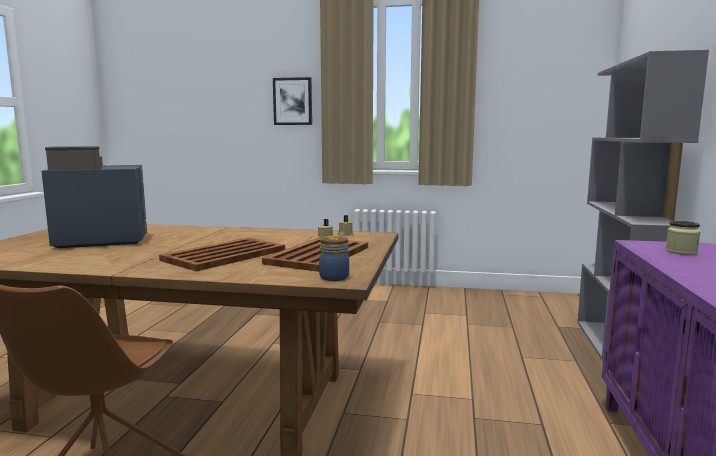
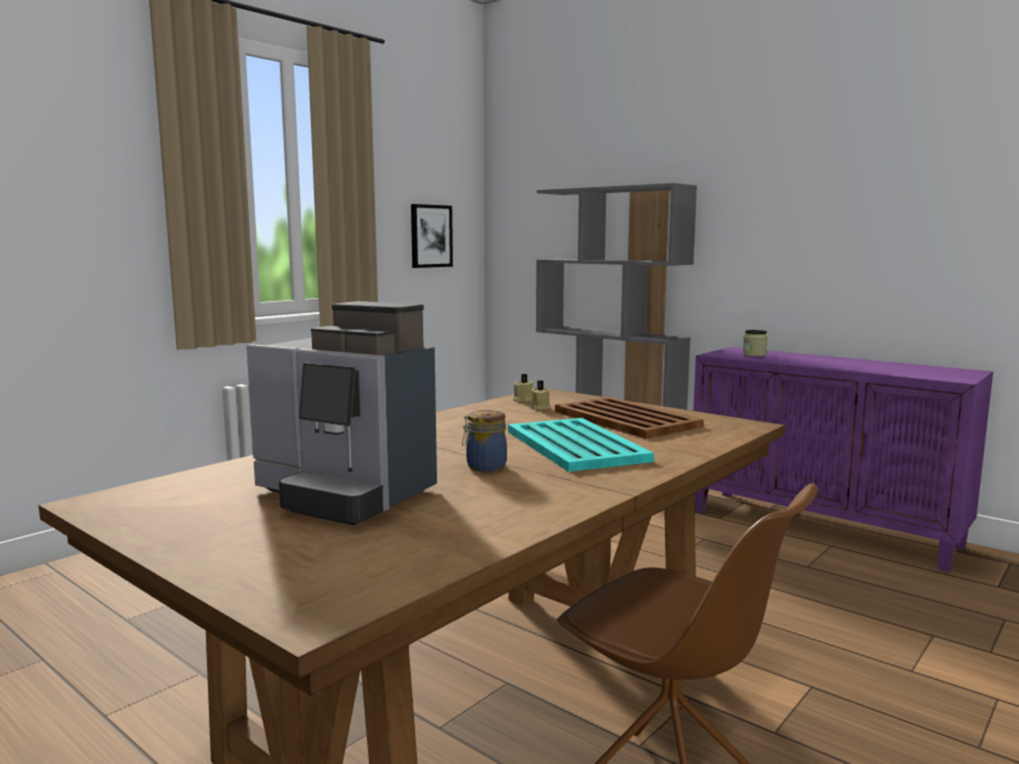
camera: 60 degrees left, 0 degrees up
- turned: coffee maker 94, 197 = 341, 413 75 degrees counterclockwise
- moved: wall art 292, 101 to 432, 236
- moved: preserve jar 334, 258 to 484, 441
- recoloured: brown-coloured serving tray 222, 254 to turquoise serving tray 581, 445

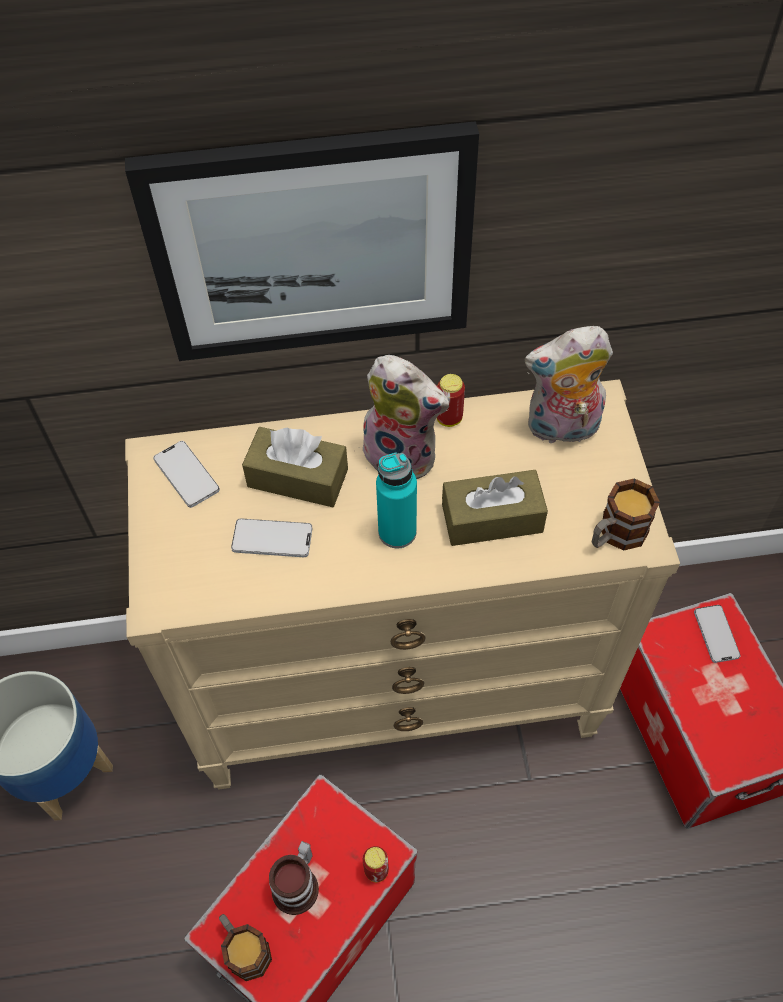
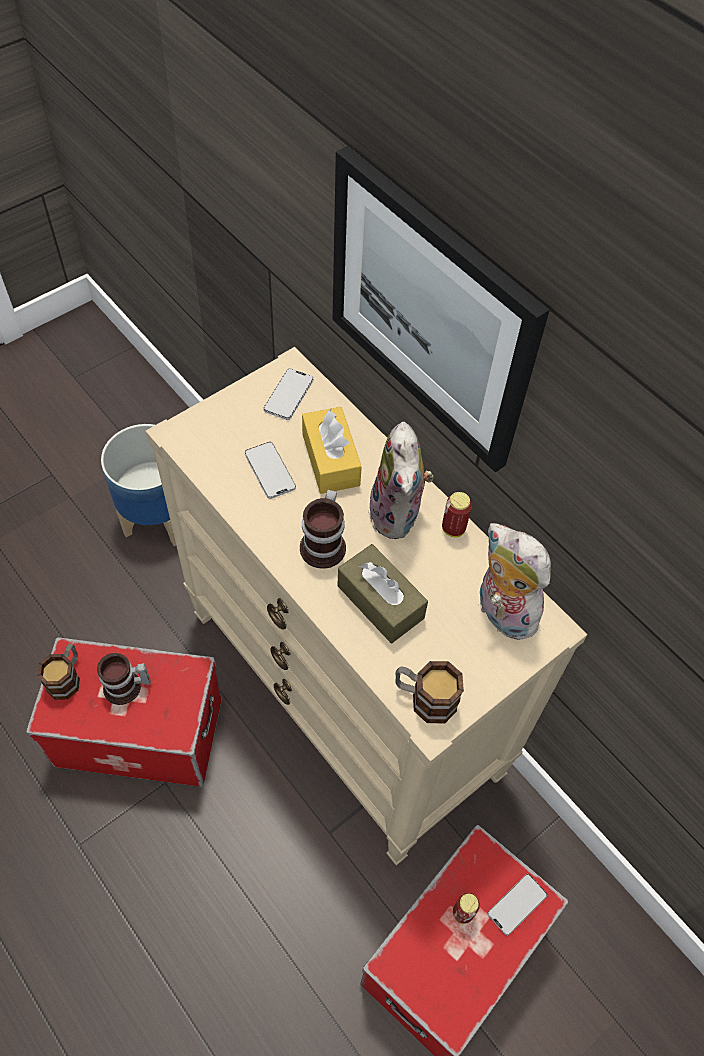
camera: 55 degrees right, 0 degrees up
- replaced: turquoise drink bottle 396, 500 to tea mug 323, 529
- recoloured: brown-coloured box of tissues 295, 467 to yellow-coloured box of tissues 332, 450
- moved: can 376, 864 to 466, 908

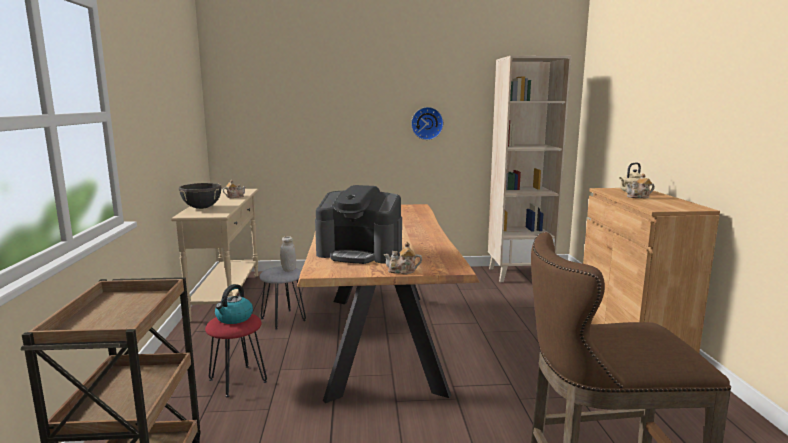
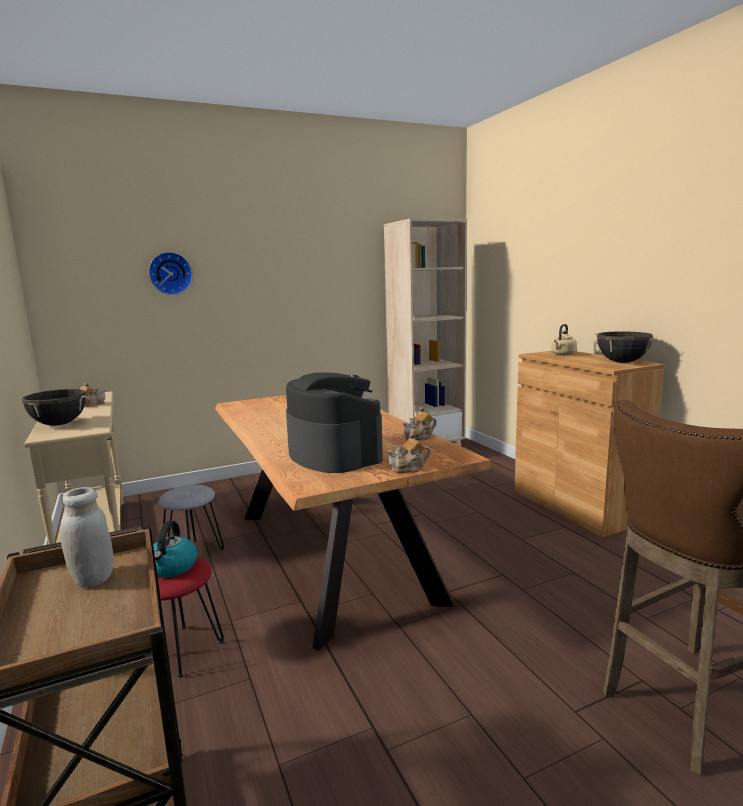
camera: 20 degrees left, 0 degrees up
- moved: white preserve jar 288, 254 to 87, 537
- moved: clock on the wall 427, 123 to 170, 273
- turned: coffee maker 358, 224 = 334, 422 120 degrees counterclockwise
- moved: pot for tea 640, 186 to 419, 423
- added: black-coloured stockpot 626, 347

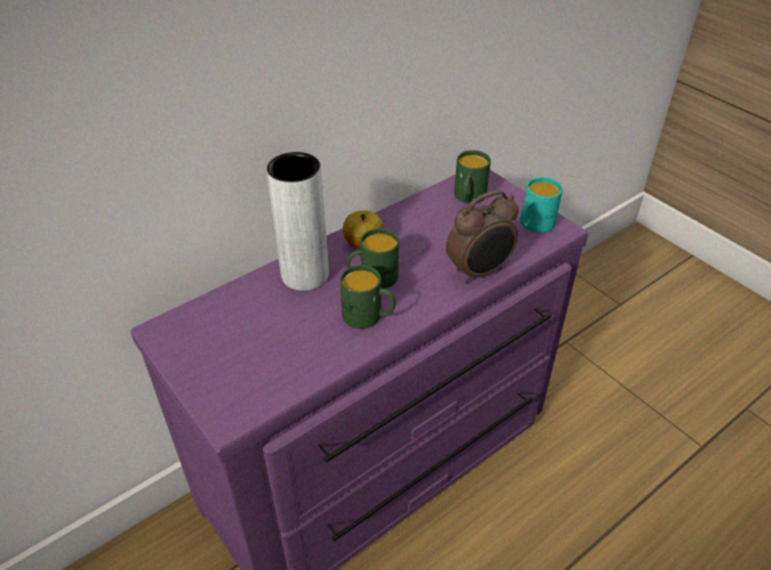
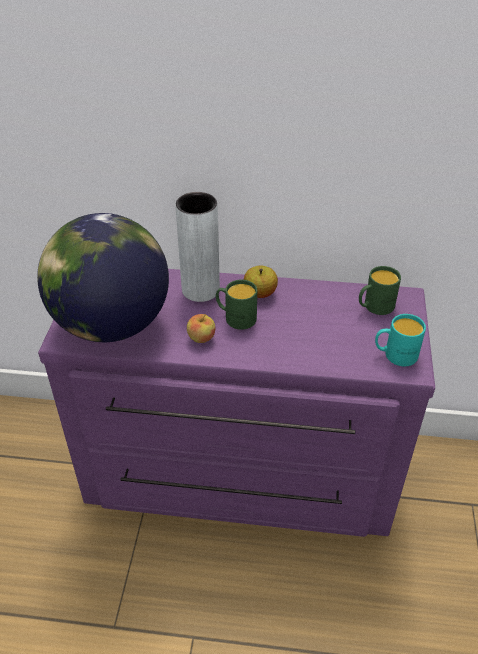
camera: 45 degrees right, 0 degrees up
- added: globe 103, 277
- replaced: green tea mug 368, 297 to whole apple 201, 328
- removed: table clock 482, 237

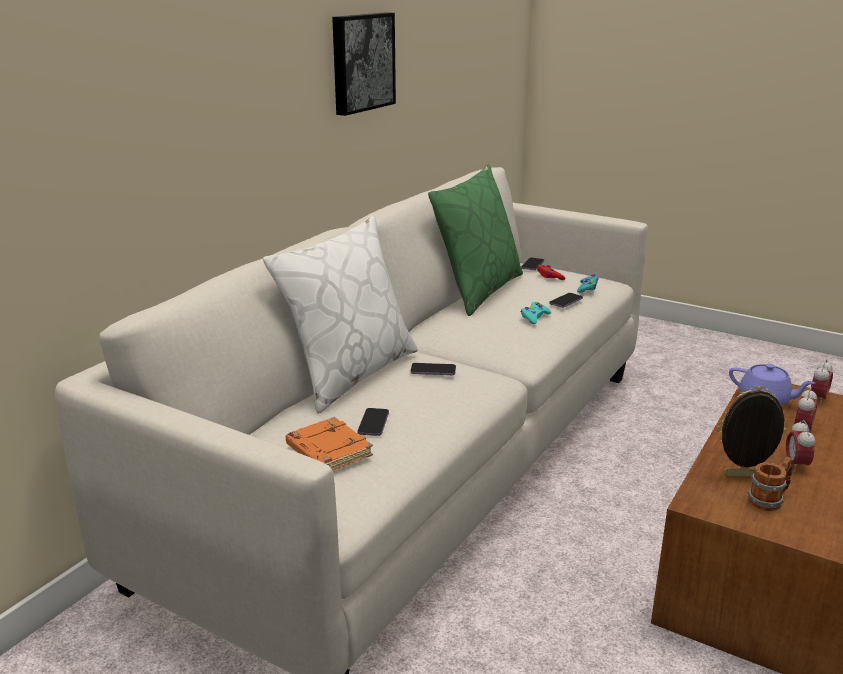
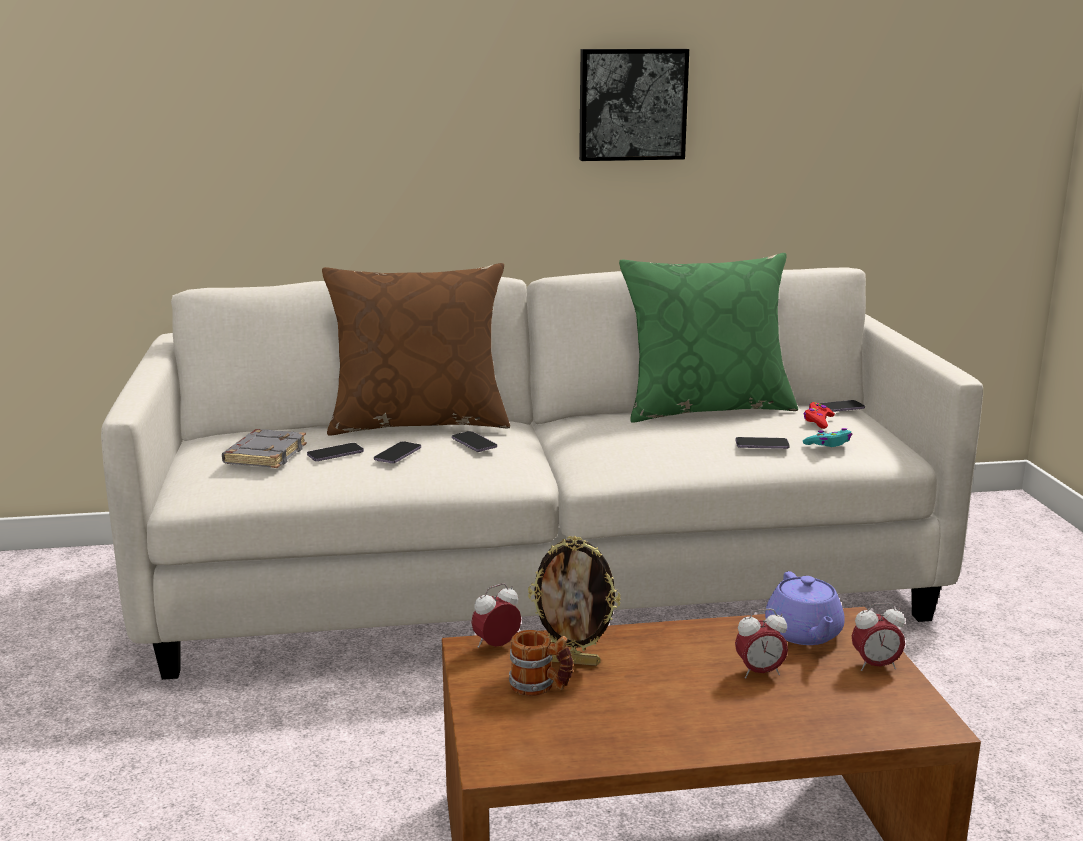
camera: 50 degrees right, 5 degrees down
- recoloured: orange-coloured bound book 329, 444 to greyish bound book 264, 448
- recoloured: white throw pillow 340, 314 to brown-coloured throw pillow 416, 349
- added: telephone 397, 452
- moved: table clock 800, 446 to 496, 615
- turned: standing frame 752, 431 = 574, 601 135 degrees clockwise
- removed: turquoise joypad 536, 313

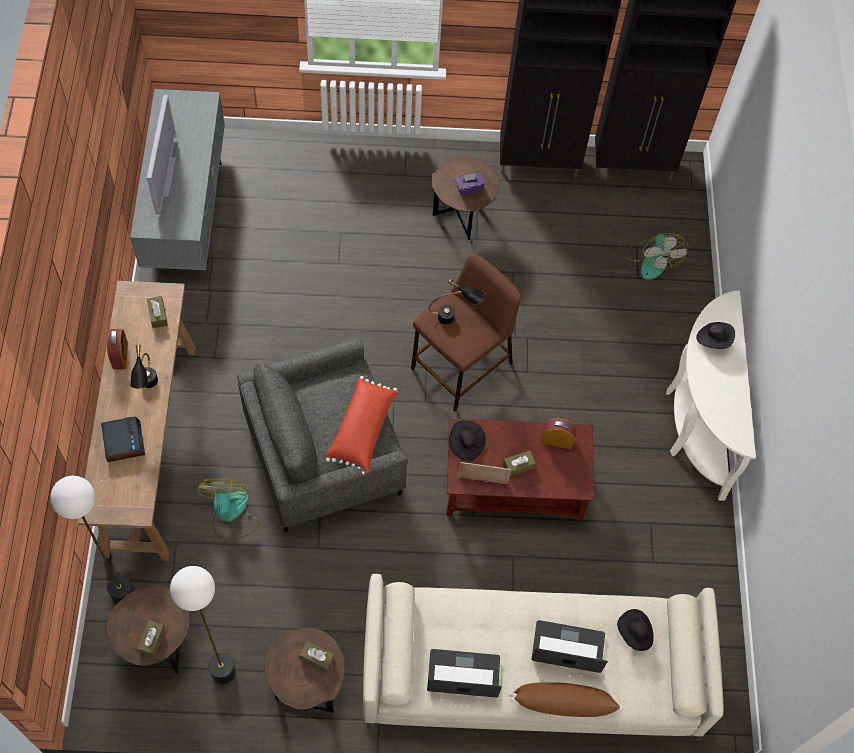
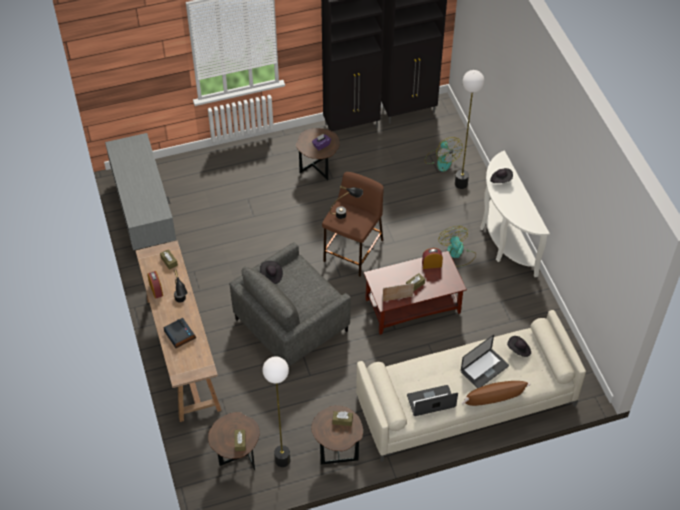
camera: 15 degrees left, 10 degrees down
- moved: black-coloured wearable hat 467, 440 to 271, 272
- moved: electric fan 228, 509 to 457, 246
- moved: standing lamp 92, 540 to 470, 129
- turned: portable computer 569, 646 = 485, 361 150 degrees clockwise
- removed: TV set 161, 155
- removed: red-coloured throw pillow 362, 425

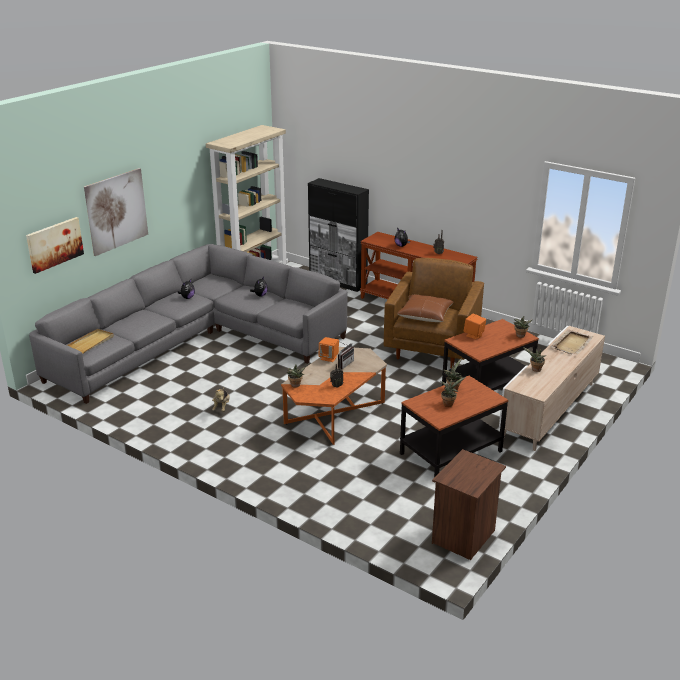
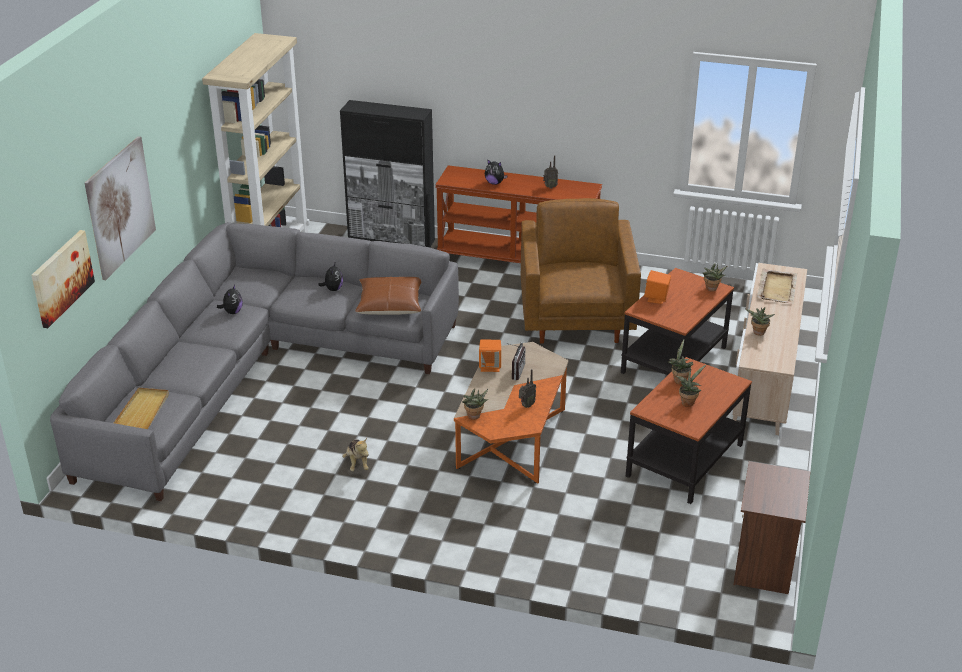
camera: 20 degrees left, 5 degrees up
- moved: brown-coloured throw pillow 425, 308 to 388, 296

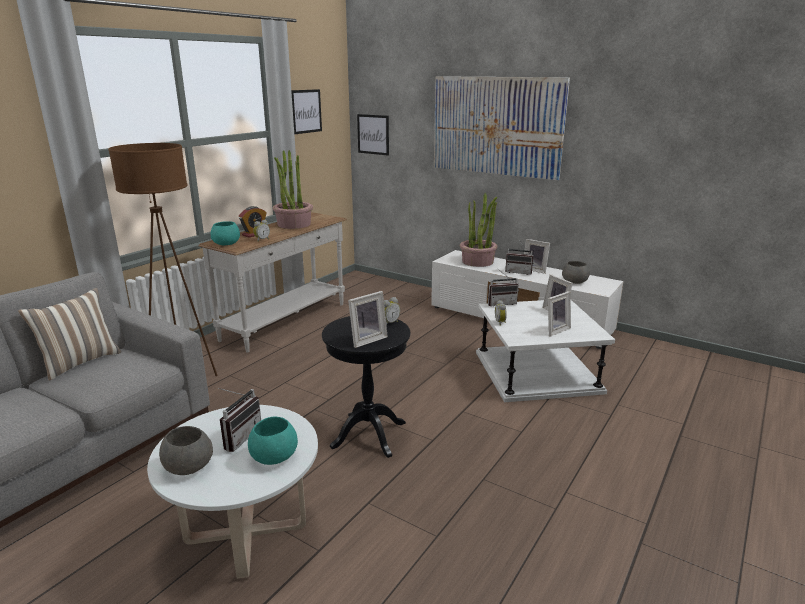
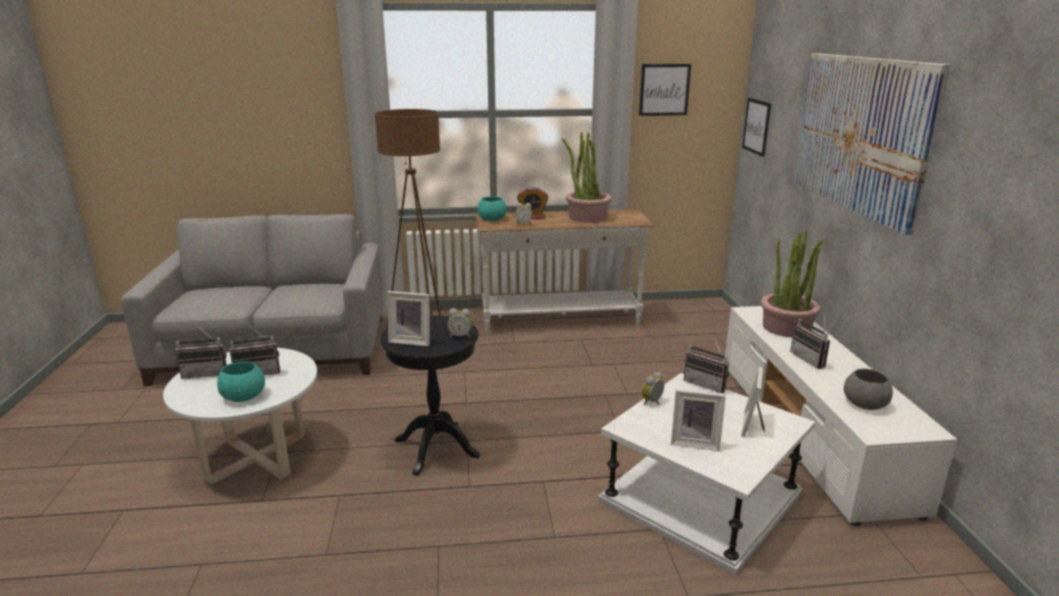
camera: 50 degrees right, 0 degrees up
- replaced: greyish deep dish 186, 450 to radio 201, 351
- removed: throw pillow 69, 334
- removed: standing frame 537, 256

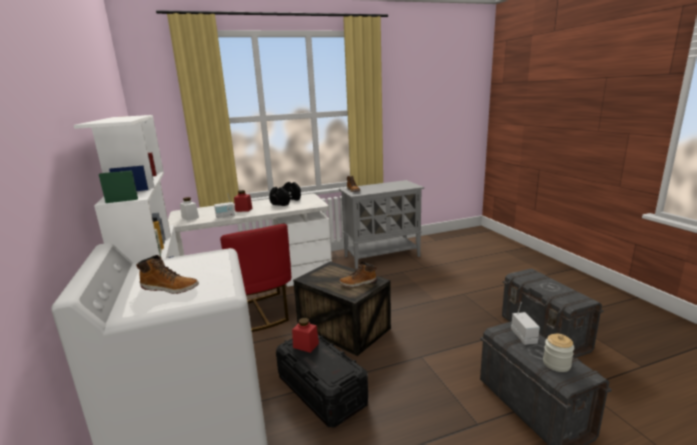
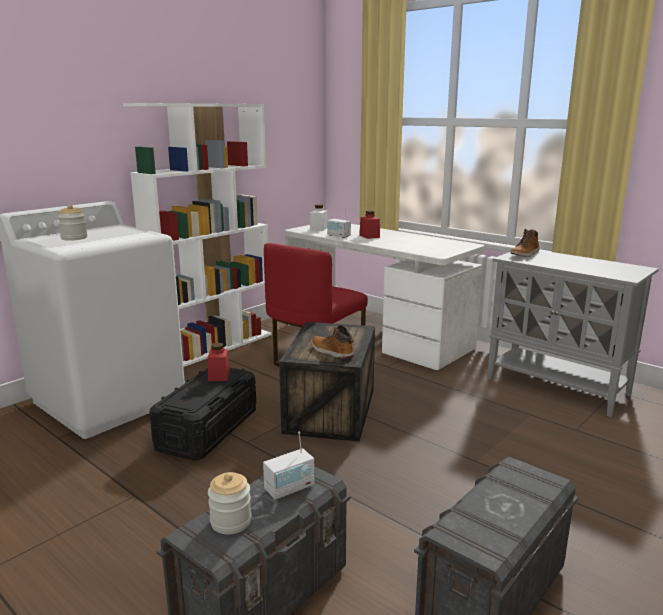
camera: 60 degrees right, 0 degrees up
- replaced: boot 167, 274 to preserve jar 72, 222
- removed: black-coloured dumbbell 285, 194

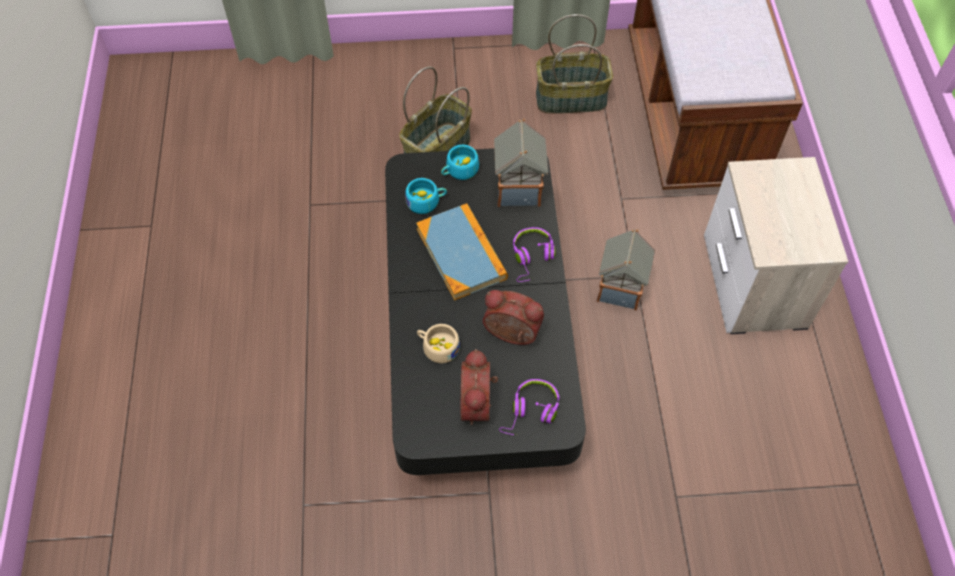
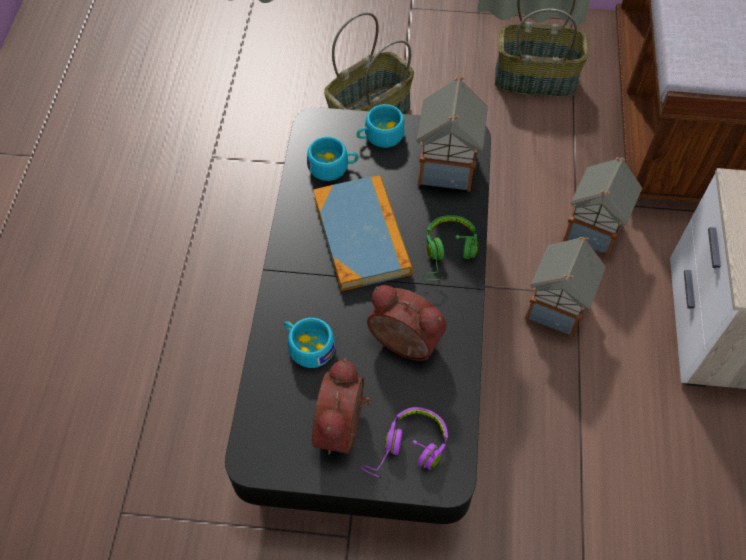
camera: 10 degrees right, 0 degrees up
- recoloured: beige drinking cup 438, 343 to turquoise drinking cup 309, 343
- recoloured: purplish pair of headphones 534, 254 to green pair of headphones 450, 247
- added: miniature house 602, 207

